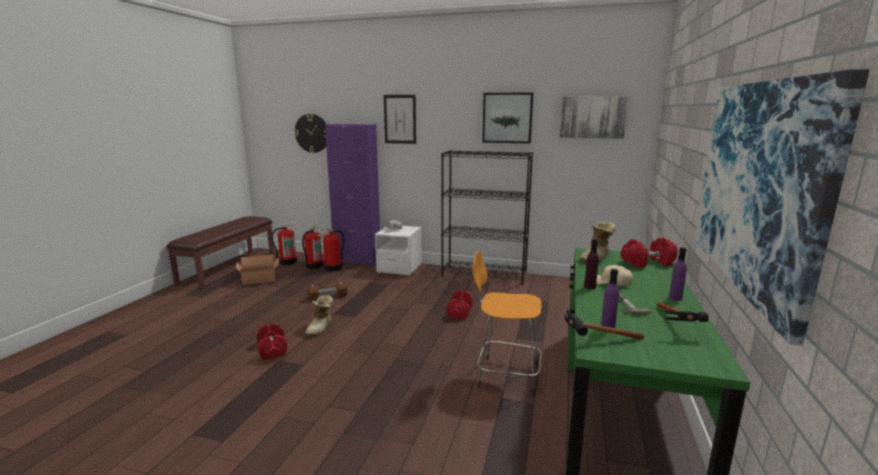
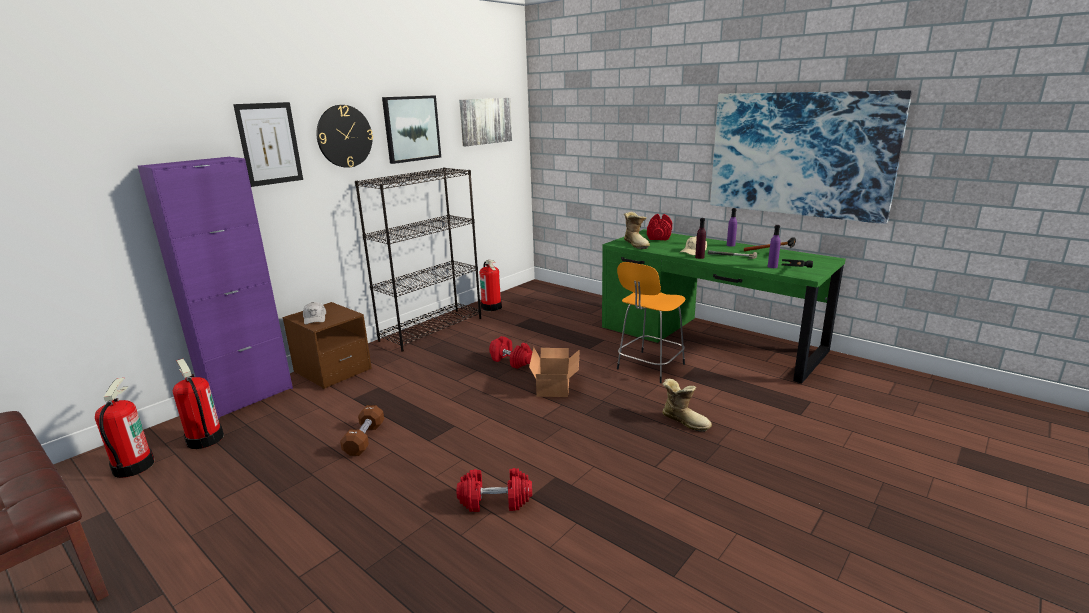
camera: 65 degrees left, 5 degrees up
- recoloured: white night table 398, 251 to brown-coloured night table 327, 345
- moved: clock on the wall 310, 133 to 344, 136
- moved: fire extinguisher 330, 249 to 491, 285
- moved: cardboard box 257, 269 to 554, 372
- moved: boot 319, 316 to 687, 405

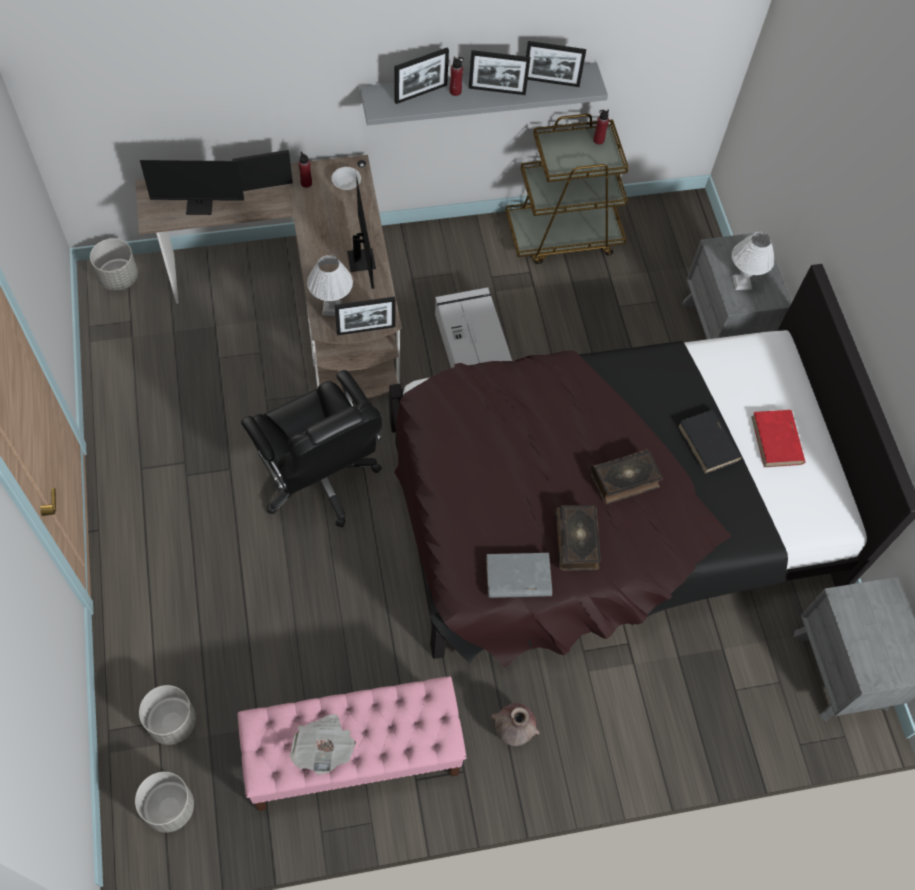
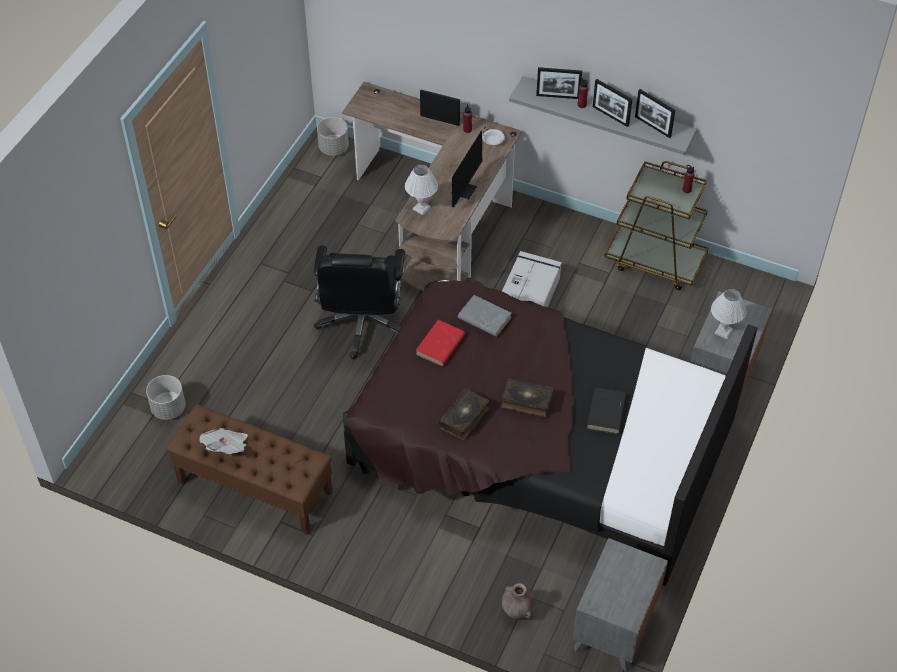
camera: 40 degrees right, 10 degrees down
- recoloured: pinkish bench 352, 743 to brown-coloured bench 249, 469
- moved: red-coloured bound book 778, 438 to 440, 343
- moved: greyish bound book 519, 575 to 485, 316
- moved: brown-coloured decorative vase 515, 724 to 518, 601
- removed: greyish planter 164, 802
- removed: computer display 205, 187
- removed: standing frame 365, 316

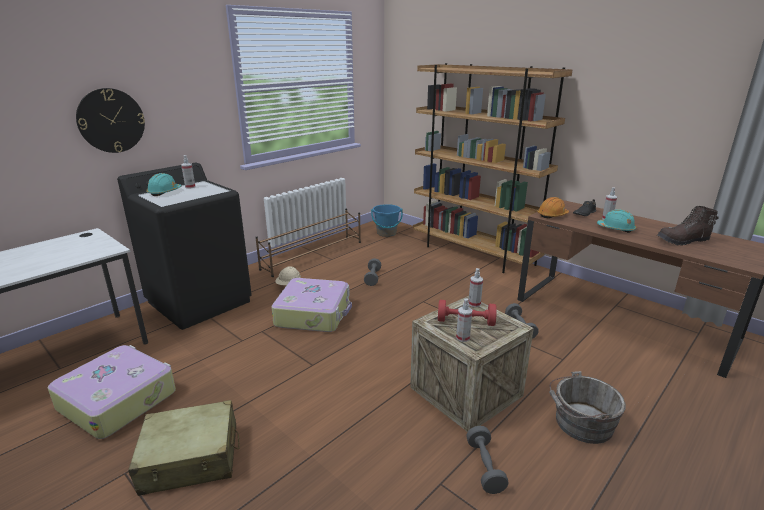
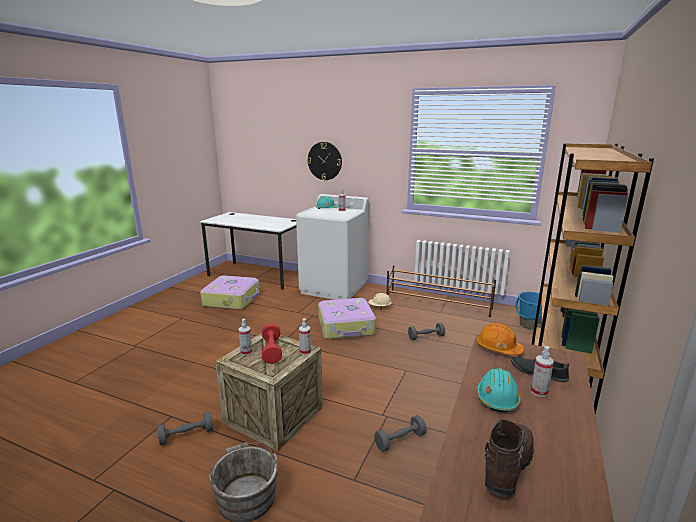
camera: 70 degrees right, 5 degrees down
- recoloured: black-coloured laundry appliance 184, 246 to white laundry appliance 332, 247
- turned: brown-coloured boot 688, 226 = 508, 458 60 degrees clockwise
- removed: beige piece of luggage 184, 448

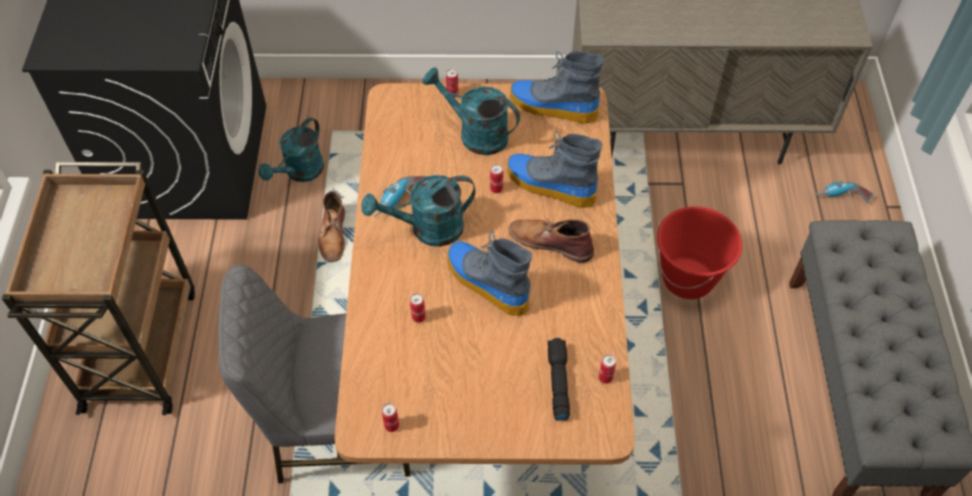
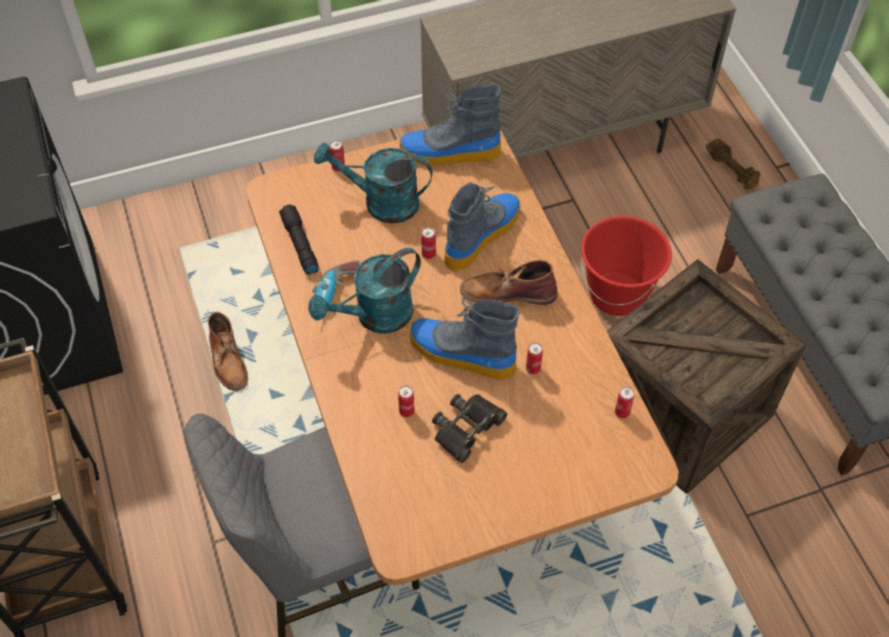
camera: 20 degrees left, 0 degrees up
- moved: black-coloured hand torch 559, 379 to 299, 240
- added: black-coloured pair of binoculars 469, 428
- turned: boot 554, 169 = 482, 226 120 degrees clockwise
- moved: can 390, 417 to 534, 358
- added: crate 707, 376
- replaced: electric drill 844, 192 to brown-coloured dumbbell 733, 163
- removed: turquoise sprinkling can 291, 149

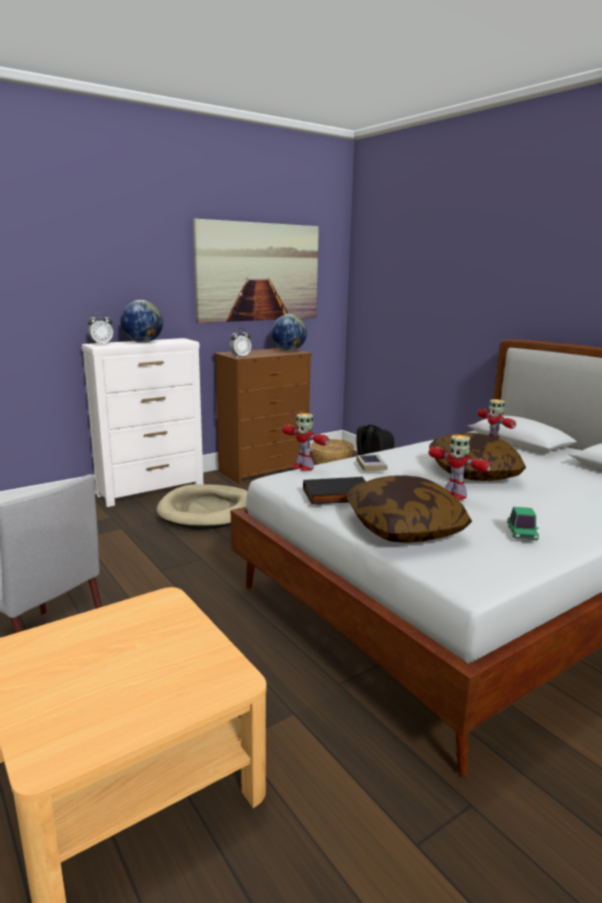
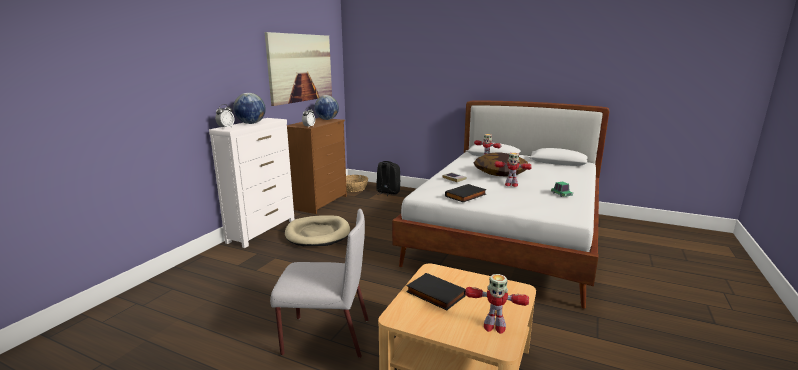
camera: 30 degrees left, 0 degrees up
- added: black-coloured bound book 436, 291
- moved: toy robot 305, 442 to 497, 304
- removed: throw pillow 409, 509

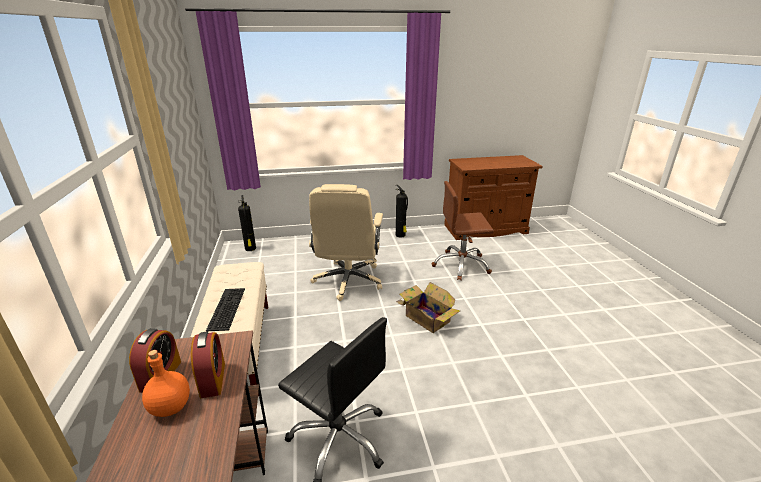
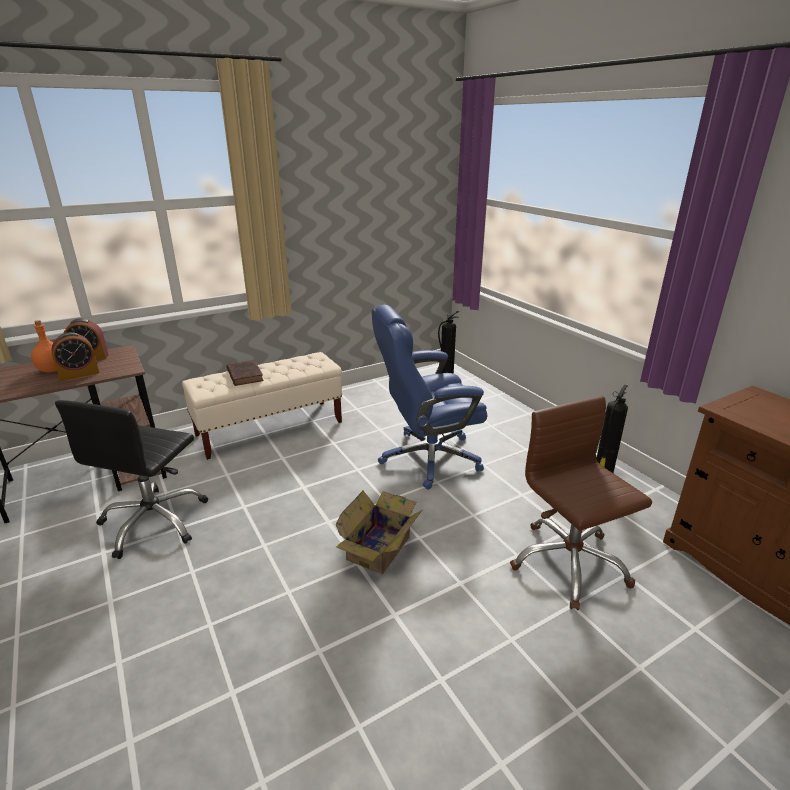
camera: 70 degrees right, 0 degrees up
- replaced: computer keyboard 225, 310 to brown-coloured bound book 245, 373
- recoloured: beige desk chair 346, 242 to blue desk chair 429, 397

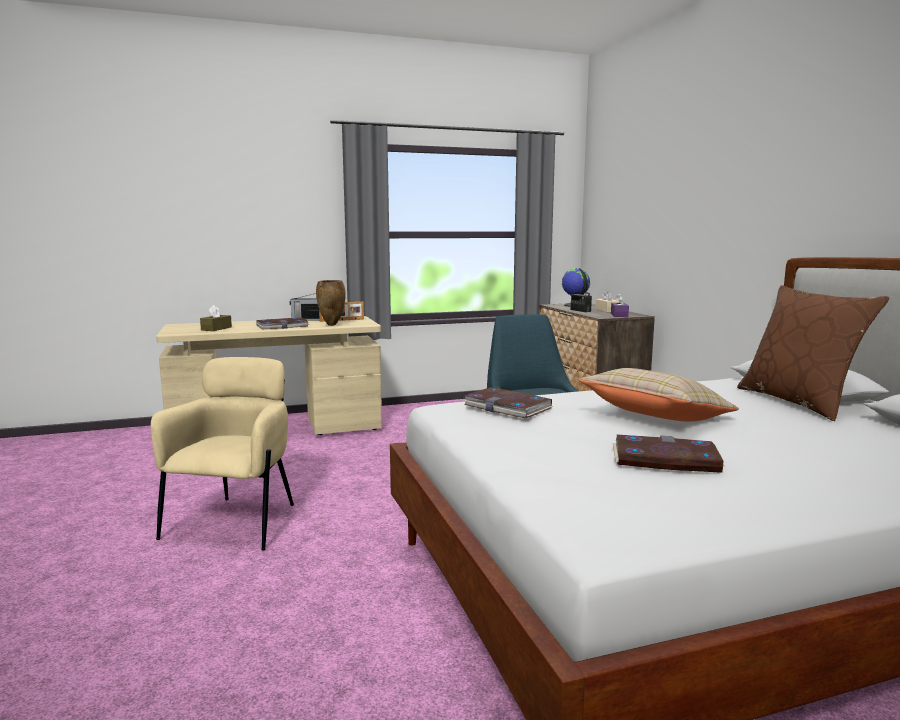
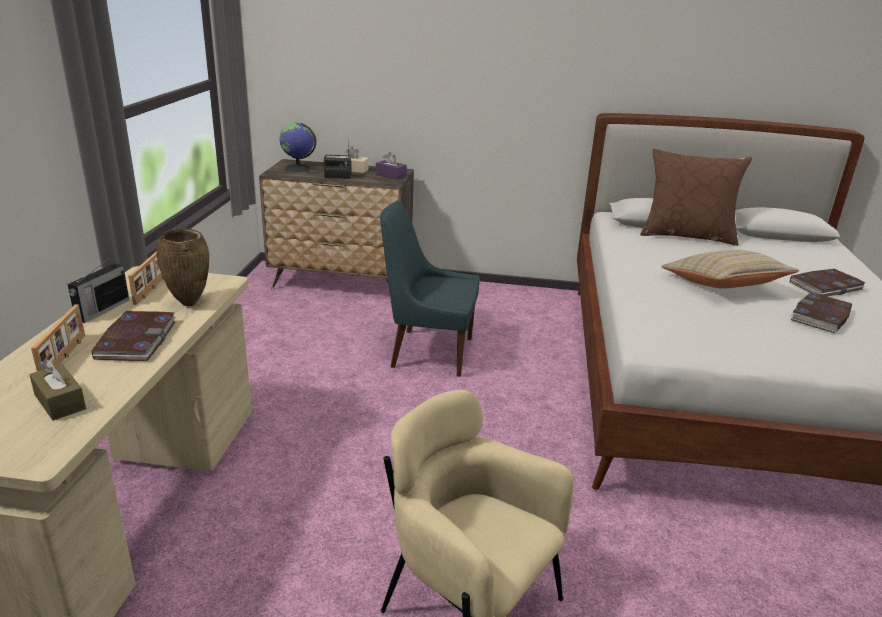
camera: 65 degrees left, 15 degrees up
- added: standing frame 58, 337
- moved: bound book 508, 402 to 827, 282

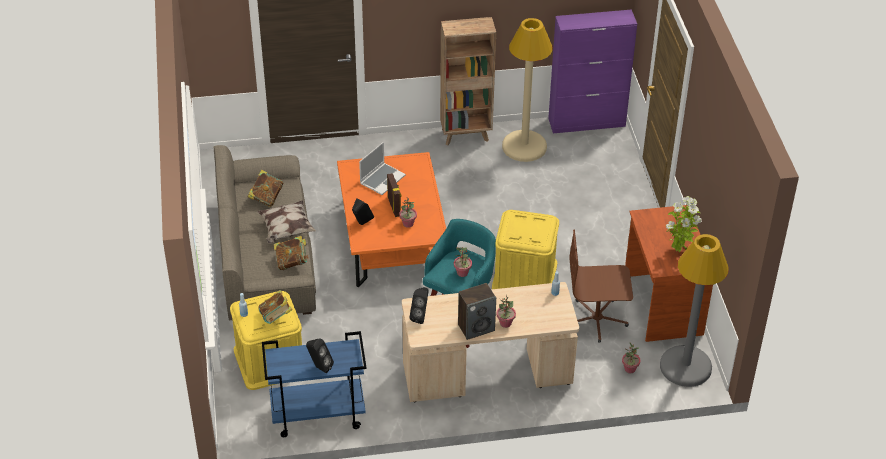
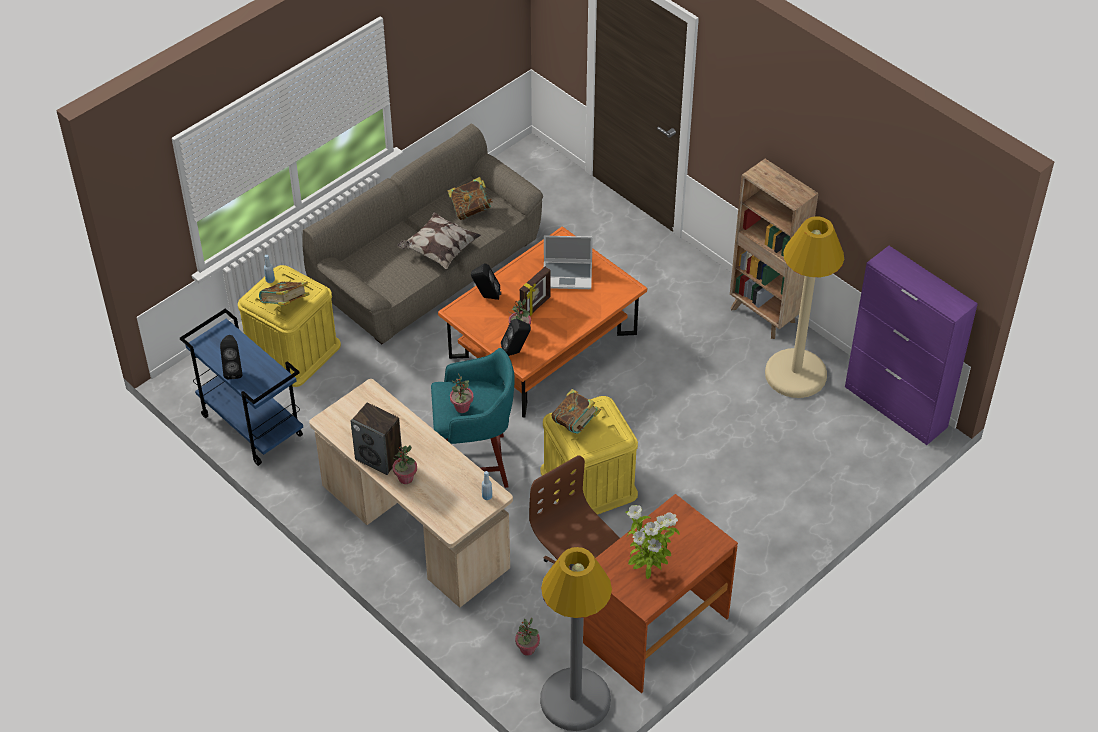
camera: 55 degrees right, 5 degrees up
- moved: black-coloured loudspeaker 419, 305 to 516, 337
- moved: bound book 291, 253 to 576, 411

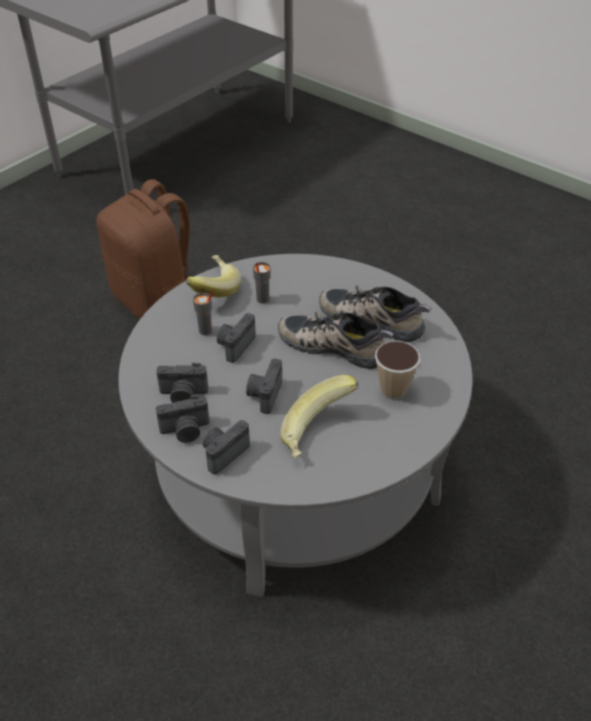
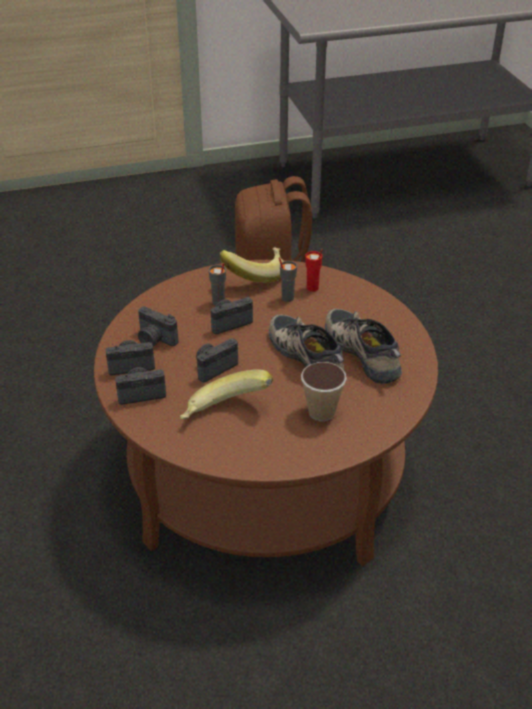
camera: 35 degrees right, 5 degrees down
- recoloured: greyish lounge table 295, 425 to brown-coloured lounge table 266, 413
- turned: photo camera 182, 419 = 130, 358 150 degrees clockwise
- added: red-coloured drinking cup 314, 270

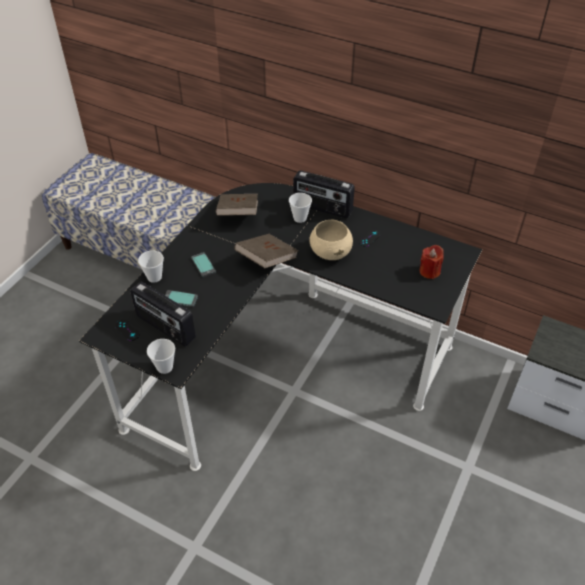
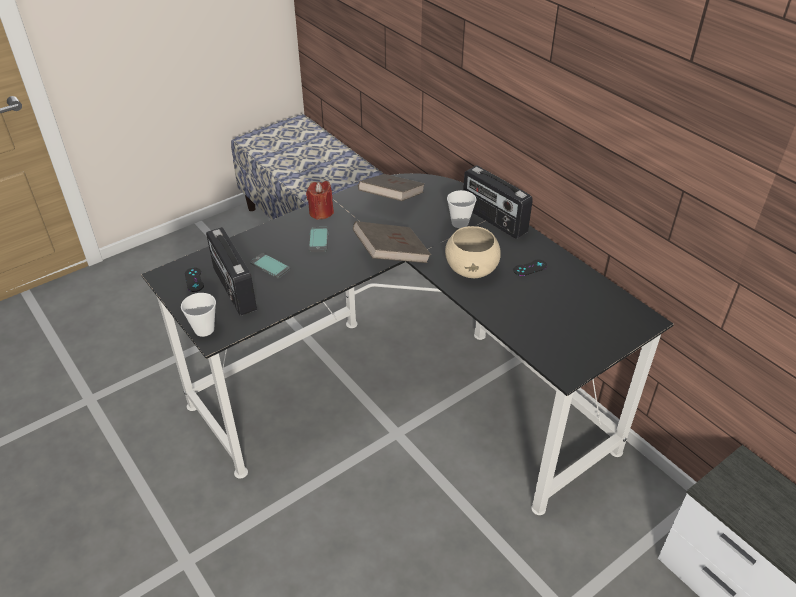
camera: 25 degrees right, 5 degrees down
- moved: red-coloured candle 432, 262 to 320, 200
- removed: drinking cup 151, 266

